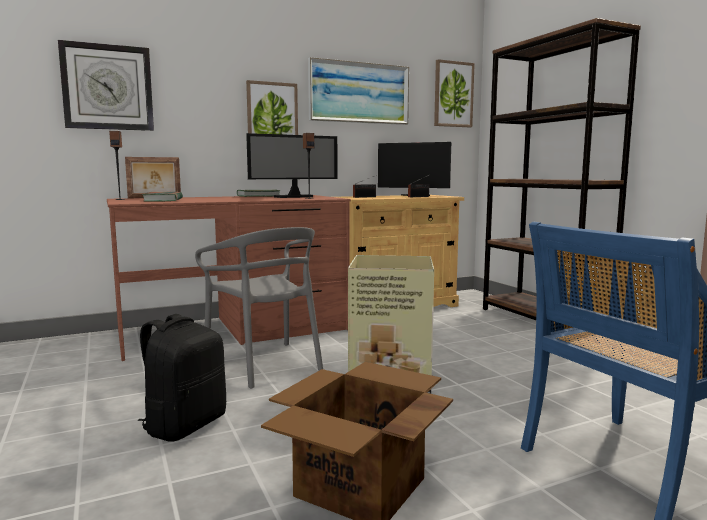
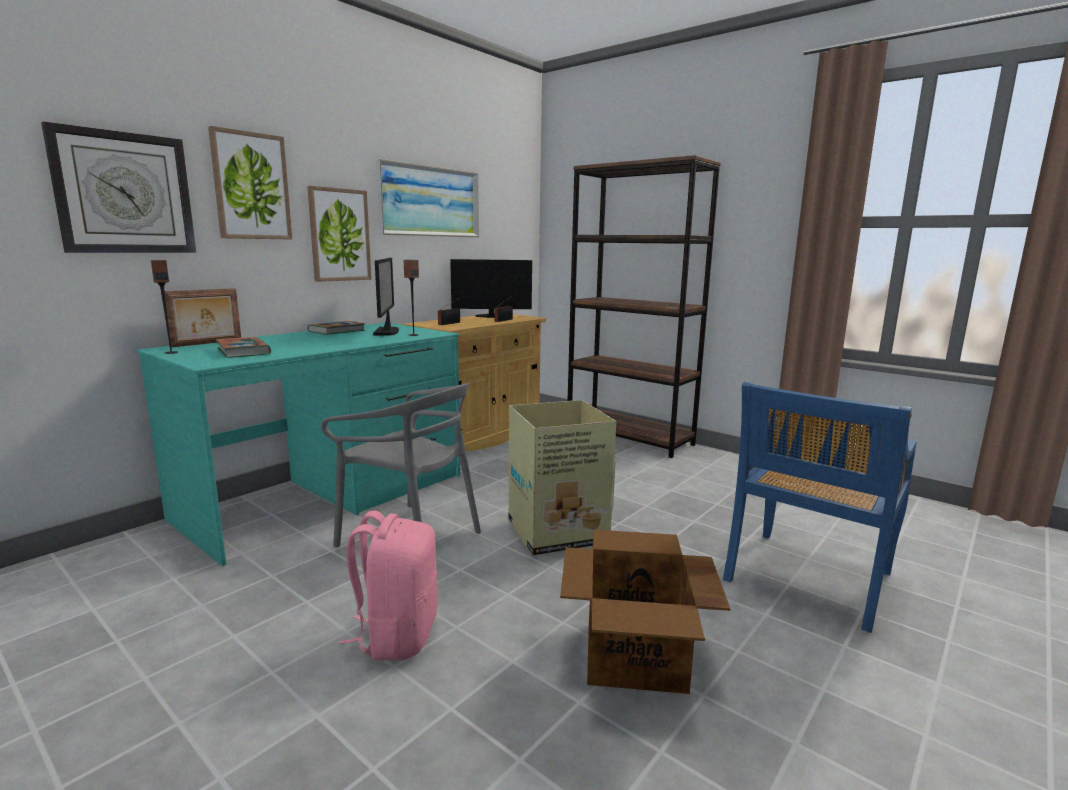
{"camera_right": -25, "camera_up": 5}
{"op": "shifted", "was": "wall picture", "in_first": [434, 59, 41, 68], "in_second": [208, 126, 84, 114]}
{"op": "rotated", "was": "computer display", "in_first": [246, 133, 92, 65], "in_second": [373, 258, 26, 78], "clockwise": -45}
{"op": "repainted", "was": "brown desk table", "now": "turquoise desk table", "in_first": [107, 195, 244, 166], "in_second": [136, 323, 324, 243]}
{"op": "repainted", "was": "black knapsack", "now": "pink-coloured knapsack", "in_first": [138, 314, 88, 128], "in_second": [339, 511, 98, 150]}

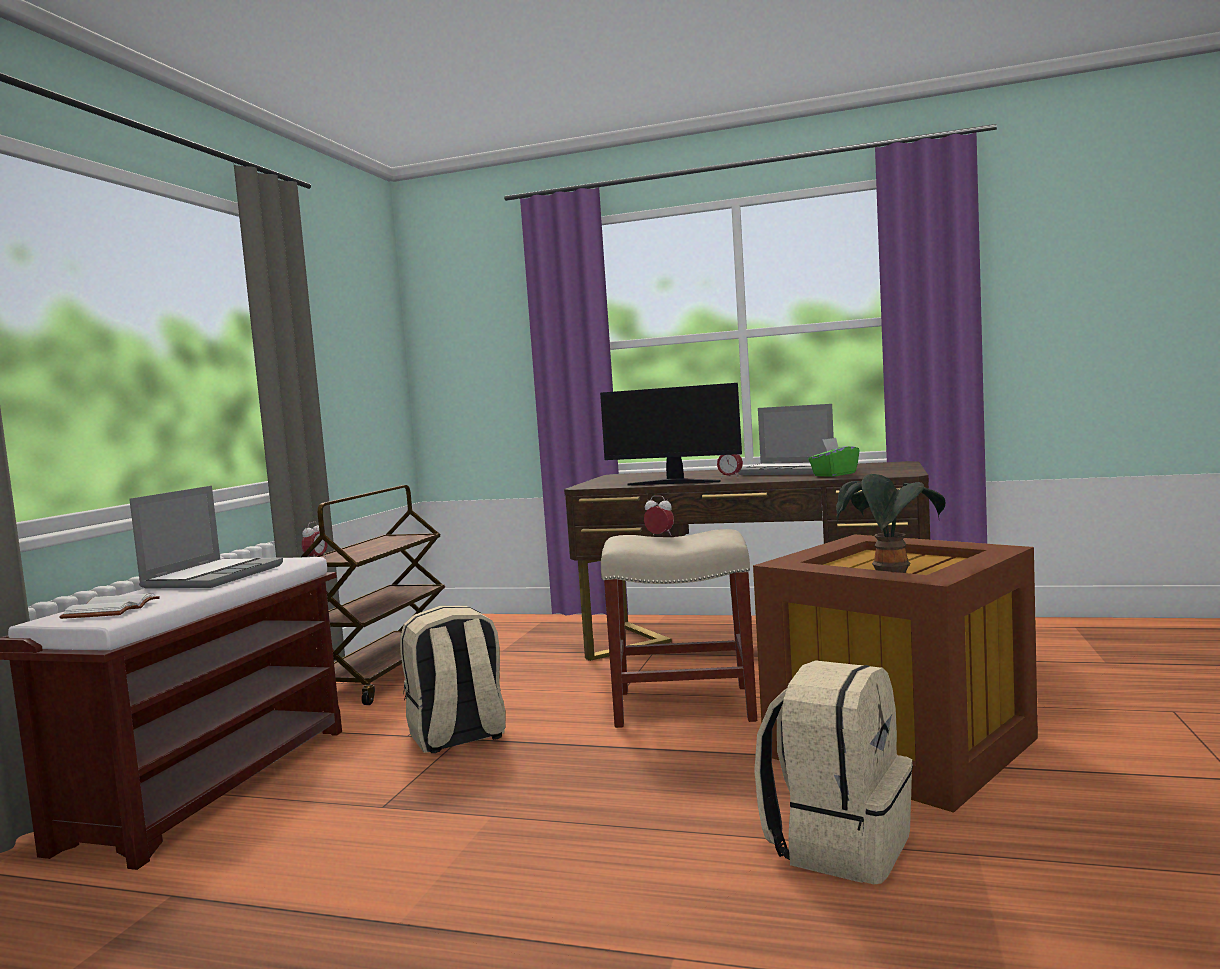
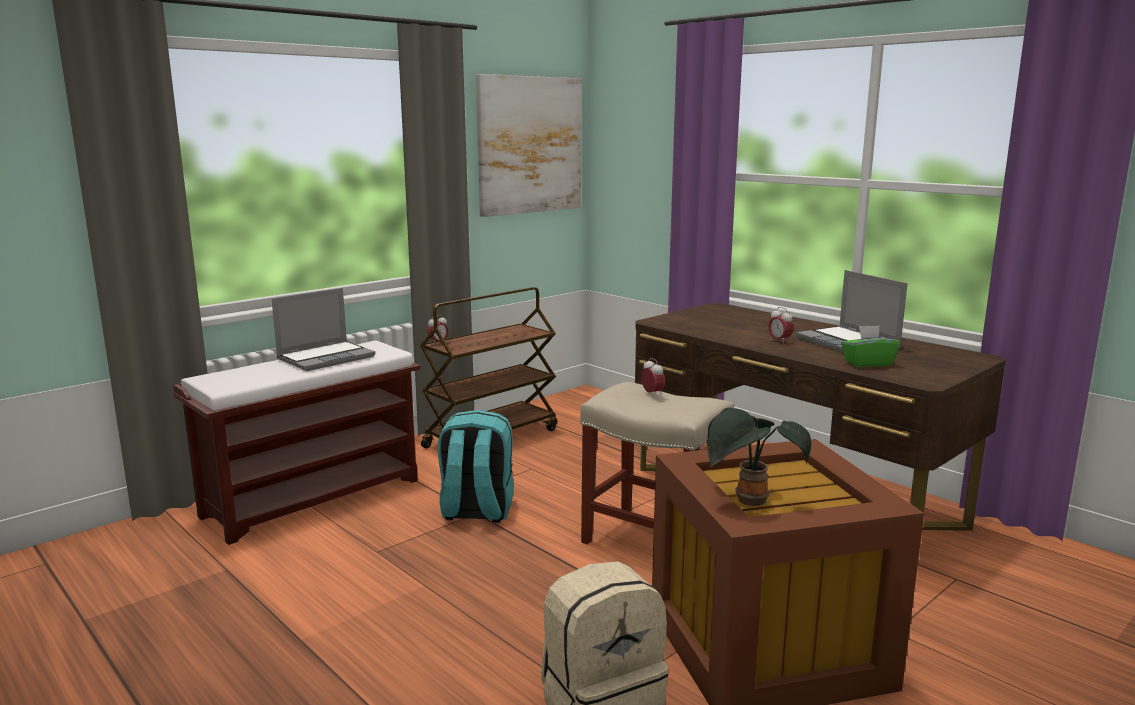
{"camera_right": 30, "camera_up": 10}
{"op": "gone", "was": "computer display", "in_first": [600, 383, 142, 102]}
{"op": "gone", "was": "white book", "in_first": [59, 593, 101, 26]}
{"op": "repainted", "was": "sand-coloured knapsack", "now": "turquoise knapsack", "in_first": [400, 606, 106, 147], "in_second": [438, 410, 76, 113]}
{"op": "new", "now": "wall picture", "in_second": [476, 74, 106, 143]}

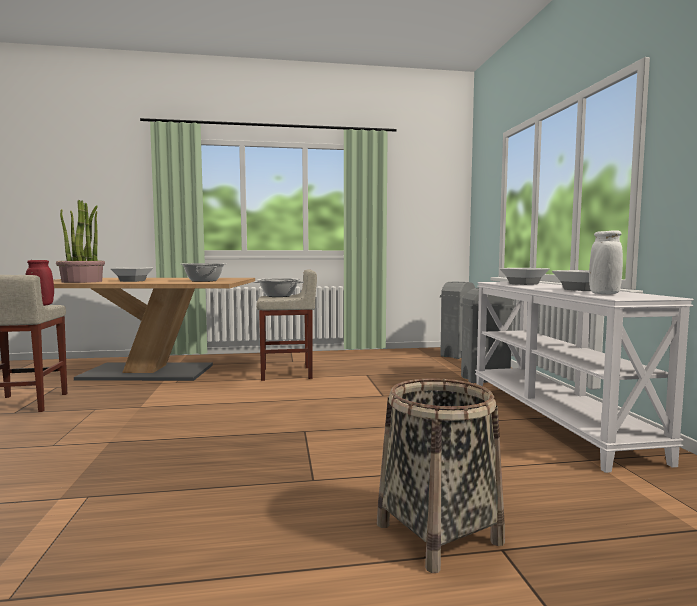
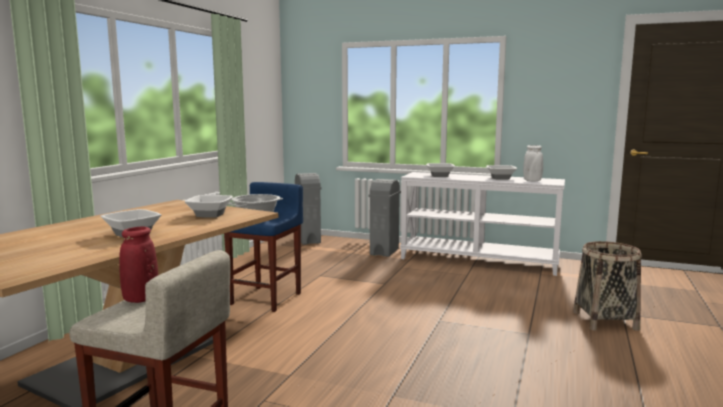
{"camera_right": -60, "camera_up": 5}
{"op": "gone", "was": "houseplant", "in_first": [56, 200, 49, 83]}
{"op": "swapped", "was": "stockpot", "now": "deep dish", "in_first": [182, 263, 44, 19], "in_second": [185, 195, 48, 23]}
{"op": "repainted", "was": "sand-coloured sitting stool", "now": "blue sitting stool", "in_first": [256, 269, 61, 112], "in_second": [224, 182, 79, 130]}

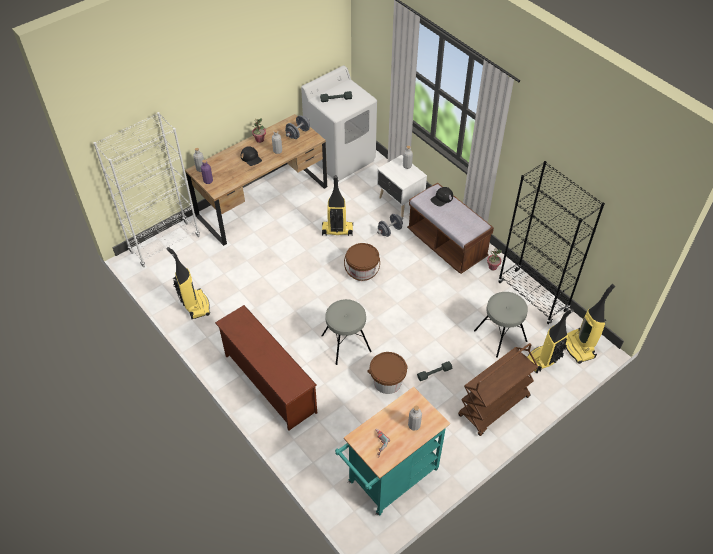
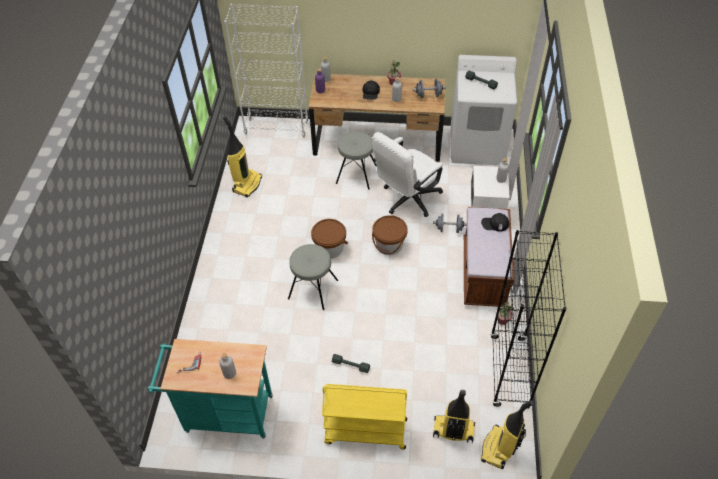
{"camera_right": 45, "camera_up": 0}
{"op": "swapped", "was": "hoover", "now": "white desk chair", "in_first": [322, 175, 31, 61], "in_second": [372, 132, 71, 85]}
{"op": "shifted", "was": "greyish sitting stool", "in_first": [474, 292, 54, 66], "in_second": [336, 131, 41, 58]}
{"op": "gone", "was": "brown shoe rack", "in_first": [215, 305, 102, 125]}
{"op": "repainted", "was": "brown trolley", "now": "yellow-coloured trolley", "in_first": [458, 343, 80, 93], "in_second": [322, 384, 85, 65]}
{"op": "shifted", "was": "brown pail", "in_first": [367, 352, 41, 42], "in_second": [311, 219, 37, 39]}

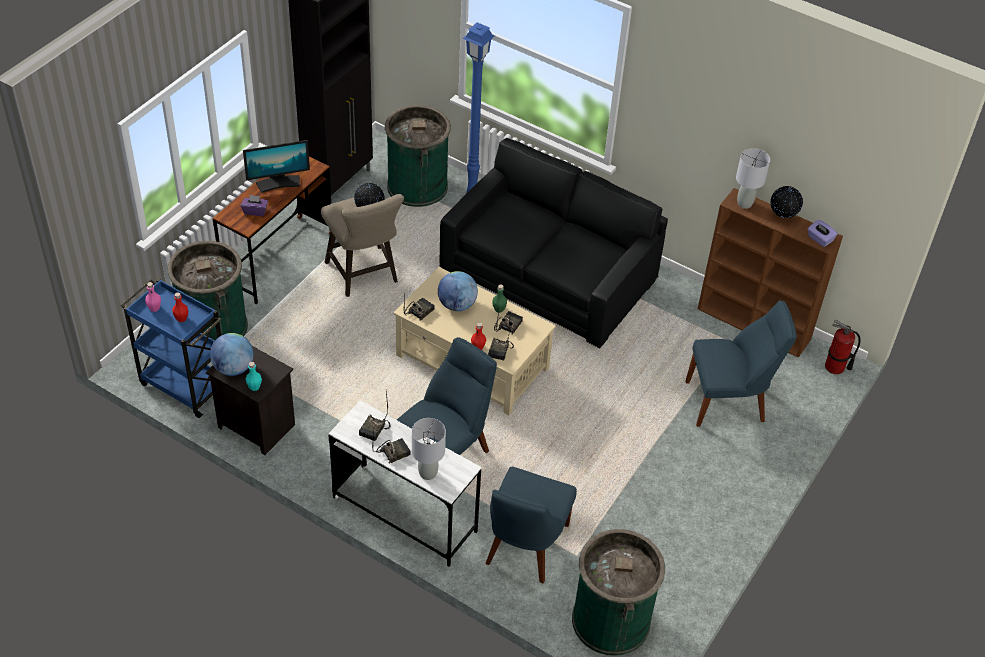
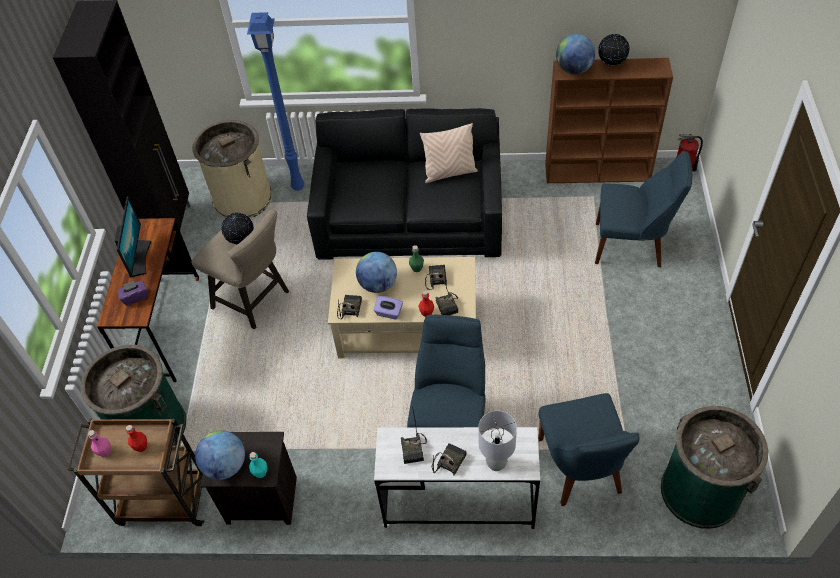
{"camera_right": -25, "camera_up": 5}
{"op": "repainted", "was": "green waste bin", "now": "sand-coloured waste bin", "in_first": [385, 105, 66, 102], "in_second": [192, 120, 80, 98]}
{"op": "rotated", "was": "computer display", "in_first": [243, 140, 67, 53], "in_second": [115, 196, 36, 81], "clockwise": -45}
{"op": "swapped", "was": "greyish tabletop lamp", "now": "world globe", "in_first": [736, 148, 34, 61], "in_second": [556, 34, 39, 40]}
{"op": "shifted", "was": "purplish tissue holder", "in_first": [807, 220, 31, 27], "in_second": [374, 296, 29, 24]}
{"op": "repainted", "was": "blue trolley", "now": "brown trolley", "in_first": [121, 279, 101, 139], "in_second": [67, 419, 137, 107]}
{"op": "rotated", "was": "blue chair", "in_first": [686, 300, 111, 127], "in_second": [595, 151, 97, 116], "clockwise": 45}
{"op": "new", "now": "sand-coloured cushion", "in_second": [420, 123, 58, 60]}

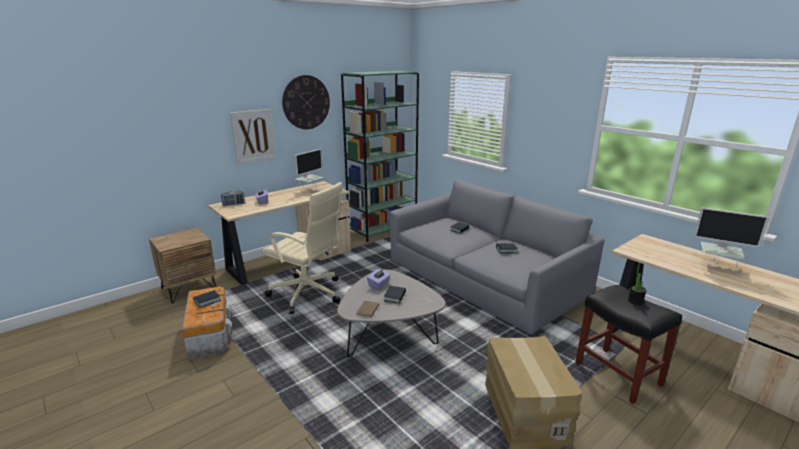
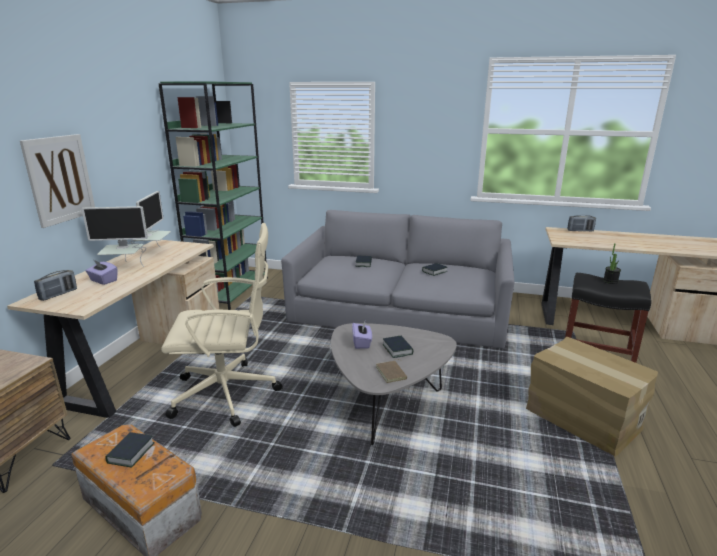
{"camera_right": -35, "camera_up": 0}
{"op": "gone", "was": "clock on the wall", "in_first": [282, 75, 48, 54]}
{"op": "shifted", "was": "computer display", "in_first": [694, 207, 75, 64], "in_second": [82, 206, 66, 61]}
{"op": "new", "now": "radio receiver", "in_second": [567, 215, 29, 17]}

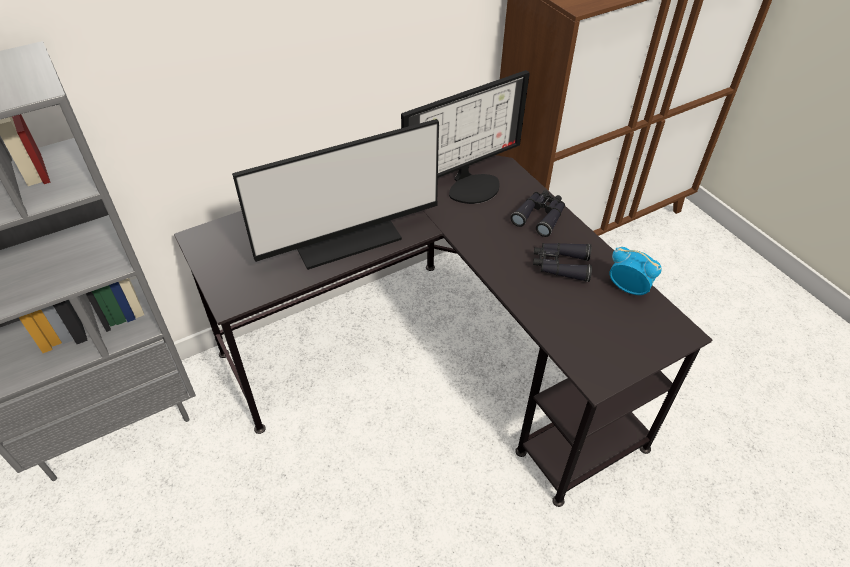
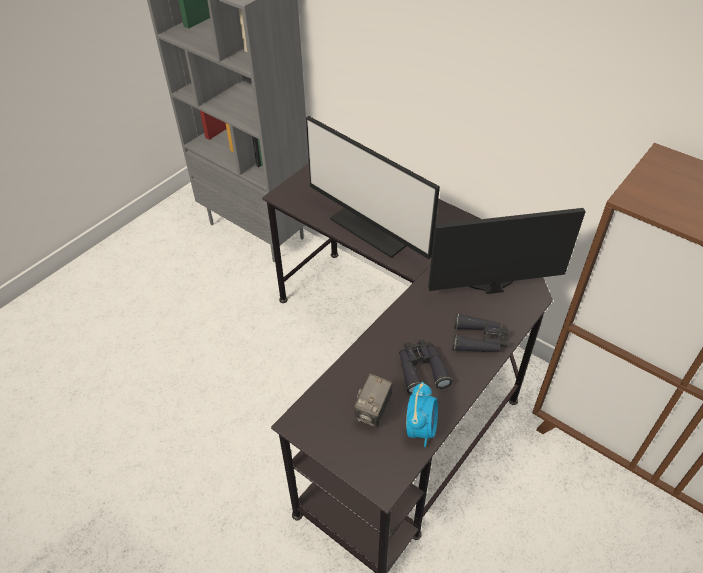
{"camera_right": 70, "camera_up": 0}
{"op": "rotated", "was": "computer display", "in_first": [401, 70, 129, 134], "in_second": [428, 208, 158, 86], "clockwise": 135}
{"op": "new", "now": "photo camera", "in_second": [355, 374, 37, 53]}

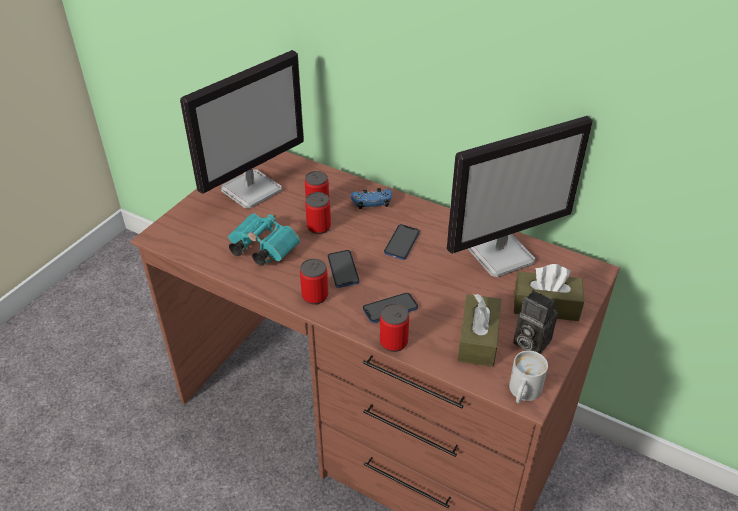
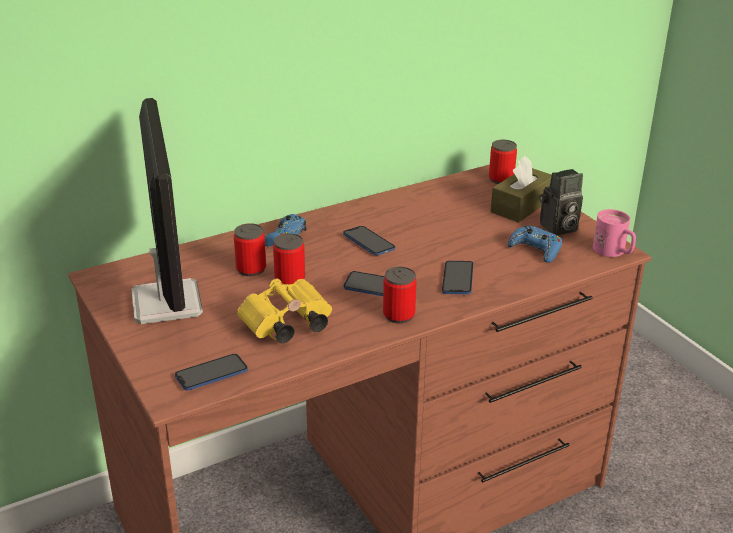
{"camera_right": -60, "camera_up": -10}
{"op": "gone", "was": "computer display", "in_first": [447, 116, 146, 161]}
{"op": "repainted", "was": "turquoise pair of binoculars", "now": "yellow-coloured pair of binoculars", "in_first": [228, 213, 72, 53], "in_second": [237, 279, 95, 64]}
{"op": "swapped", "was": "brown tissue holder", "now": "blue gamepad", "in_first": [457, 294, 45, 73], "in_second": [508, 226, 54, 37]}
{"op": "shifted", "was": "metal can", "in_first": [380, 303, 29, 49], "in_second": [489, 140, 28, 44]}
{"op": "repainted", "was": "white coffee mug", "now": "pink-coloured coffee mug", "in_first": [509, 350, 39, 53], "in_second": [593, 209, 43, 48]}
{"op": "new", "now": "telephone", "in_second": [175, 354, 73, 36]}

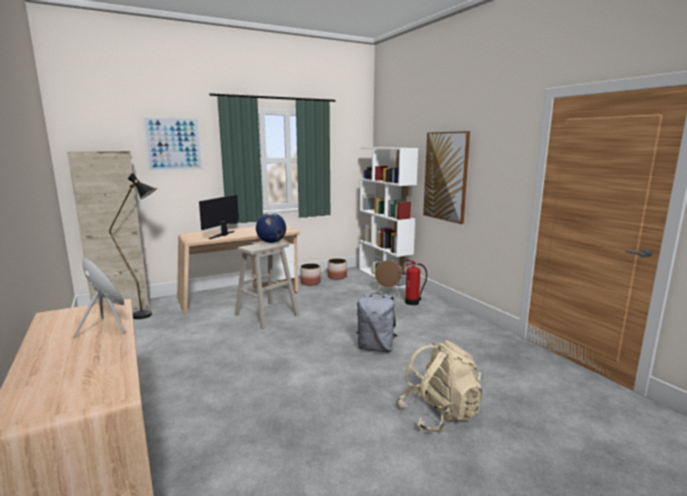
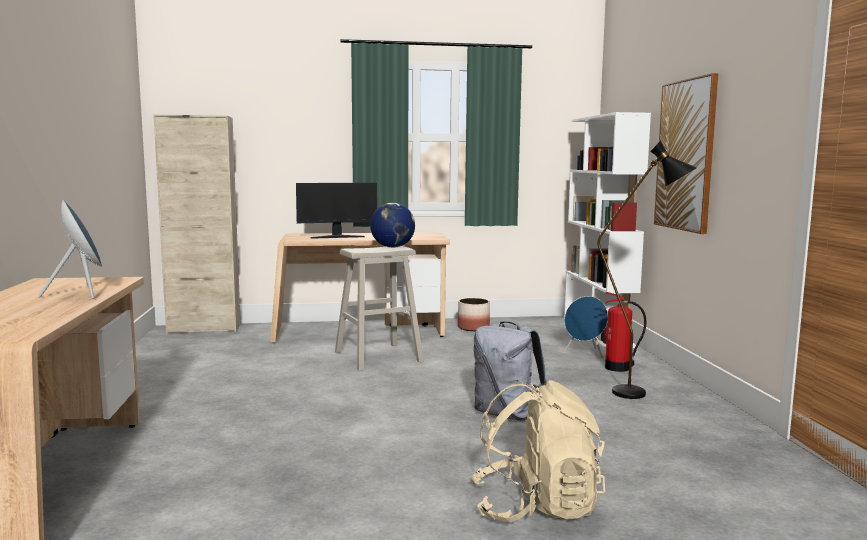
{"camera_right": 20, "camera_up": -5}
{"op": "gone", "was": "wall picture", "in_first": [142, 116, 61, 55]}
{"op": "shifted", "was": "black standing lamp", "in_first": [109, 173, 48, 146], "in_second": [597, 140, 100, 259]}
{"op": "rotated", "was": "computer display", "in_first": [199, 195, 40, 44], "in_second": [296, 183, 81, 56], "clockwise": -150}
{"op": "gone", "was": "plant pot", "in_first": [328, 258, 19, 22]}
{"op": "repainted", "was": "brown loudspeaker", "now": "blue loudspeaker", "in_first": [375, 260, 27, 37], "in_second": [565, 296, 43, 62]}

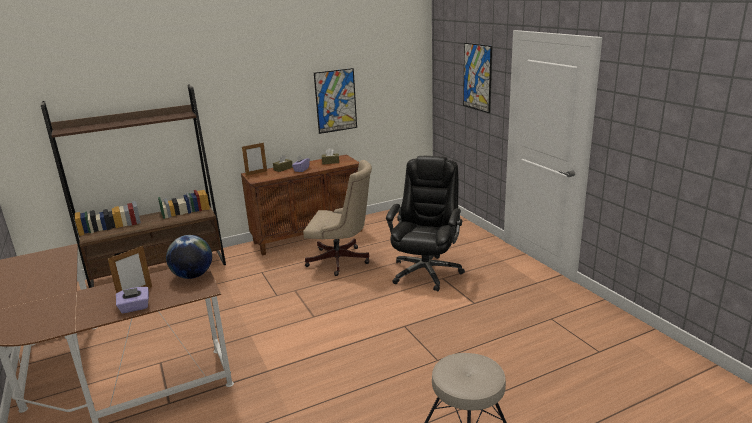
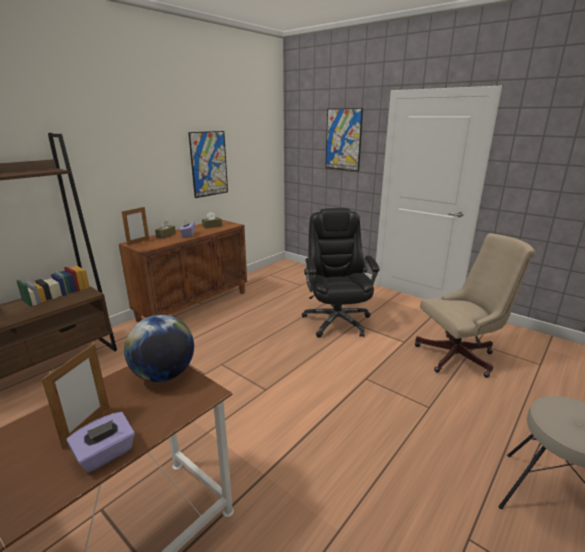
{"camera_right": -25, "camera_up": 0}
{"op": "shifted", "was": "sand-coloured desk chair", "in_first": [303, 160, 69, 116], "in_second": [415, 233, 120, 145]}

